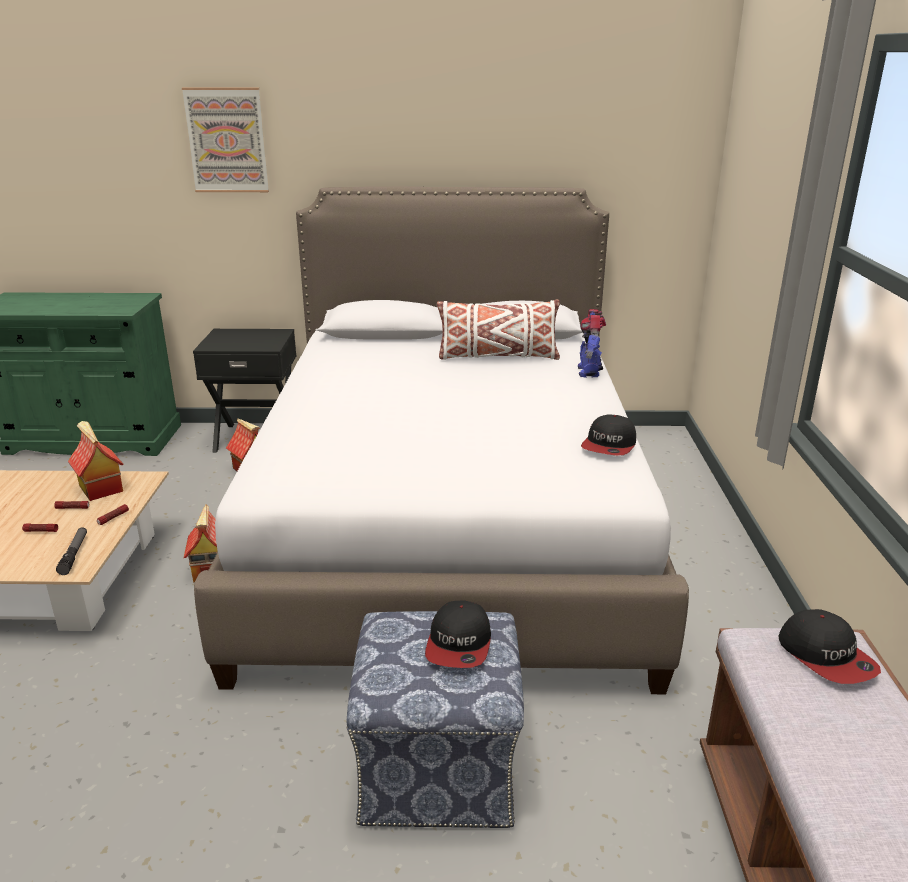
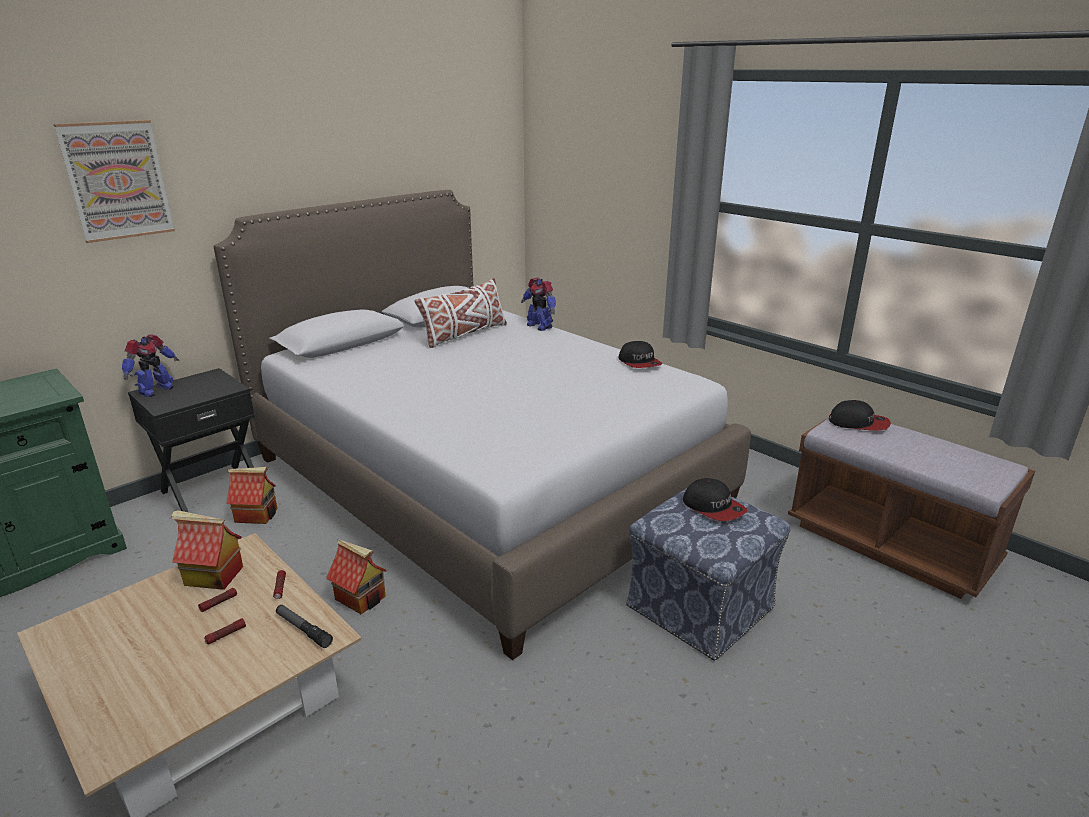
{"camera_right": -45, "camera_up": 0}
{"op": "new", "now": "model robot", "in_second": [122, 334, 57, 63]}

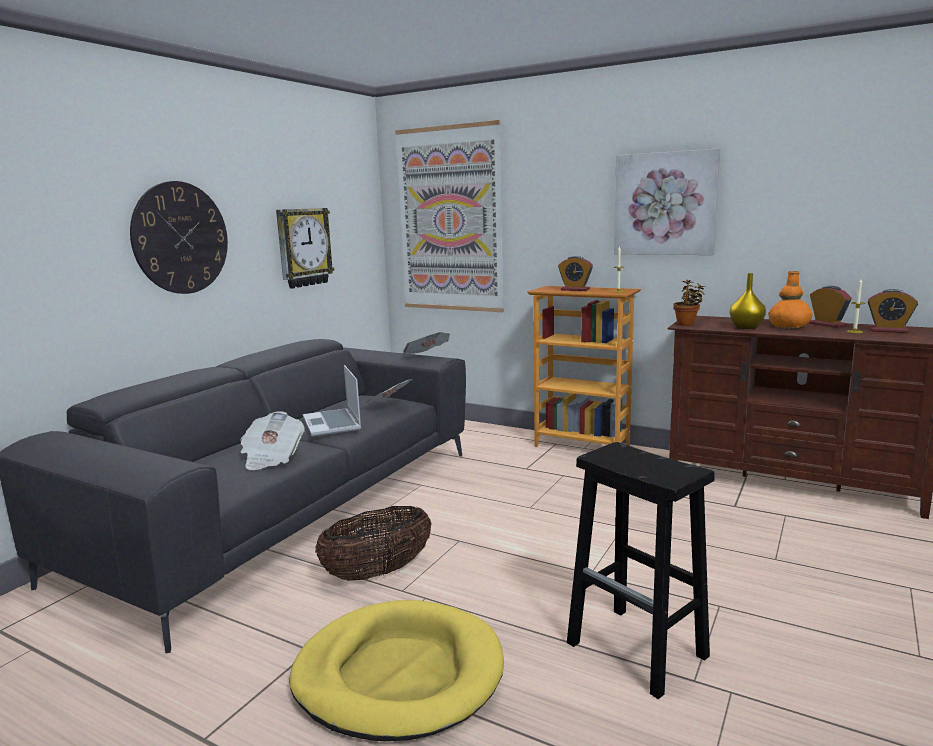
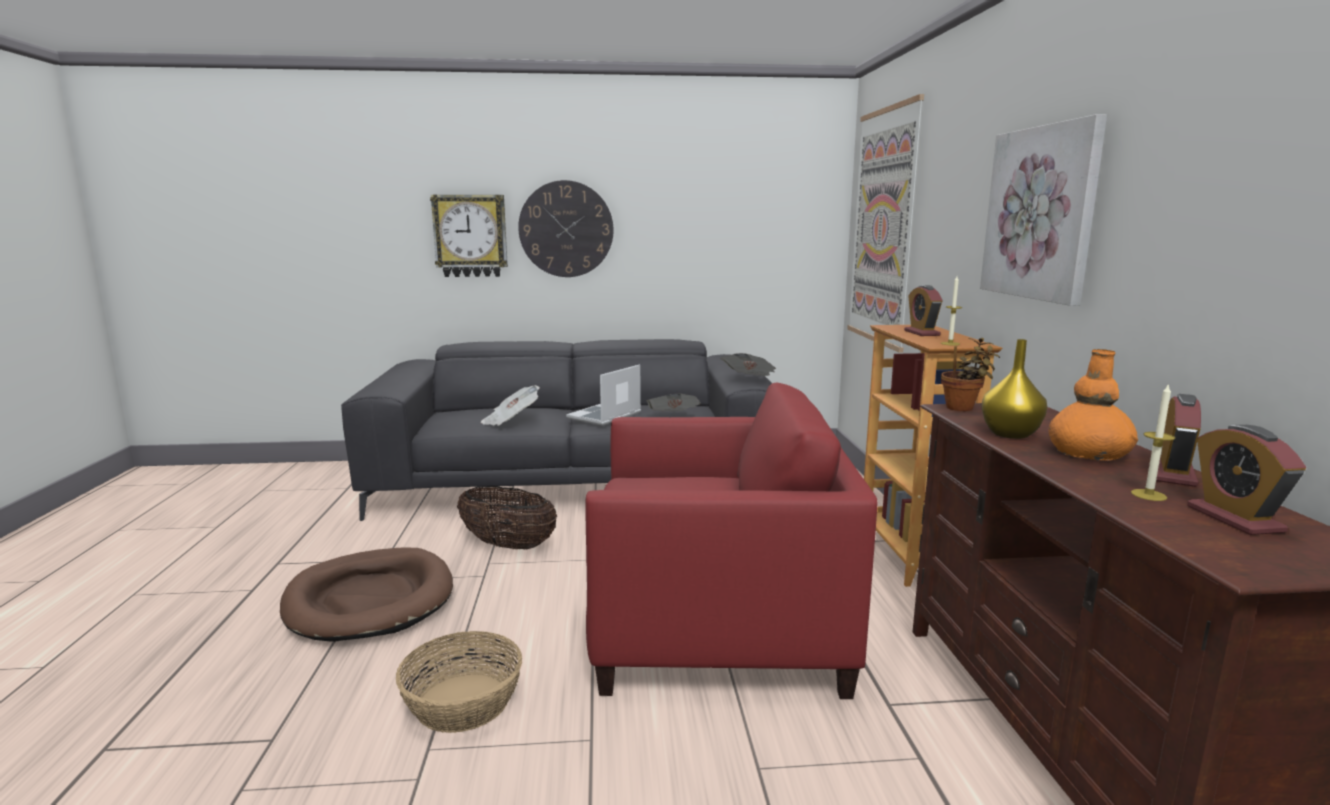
{"camera_right": 55, "camera_up": 0}
{"op": "shifted", "was": "clock on the wall", "in_first": [276, 208, 58, 81], "in_second": [430, 194, 78, 83]}
{"op": "swapped", "was": "black sitting stool", "now": "basket", "in_first": [567, 442, 148, 257], "in_second": [396, 631, 126, 102]}
{"op": "repainted", "was": "yellow-coloured dog bed", "now": "brown dog bed", "in_first": [289, 600, 215, 141], "in_second": [280, 548, 173, 94]}
{"op": "new", "now": "red-coloured armchair", "in_second": [585, 383, 292, 316]}

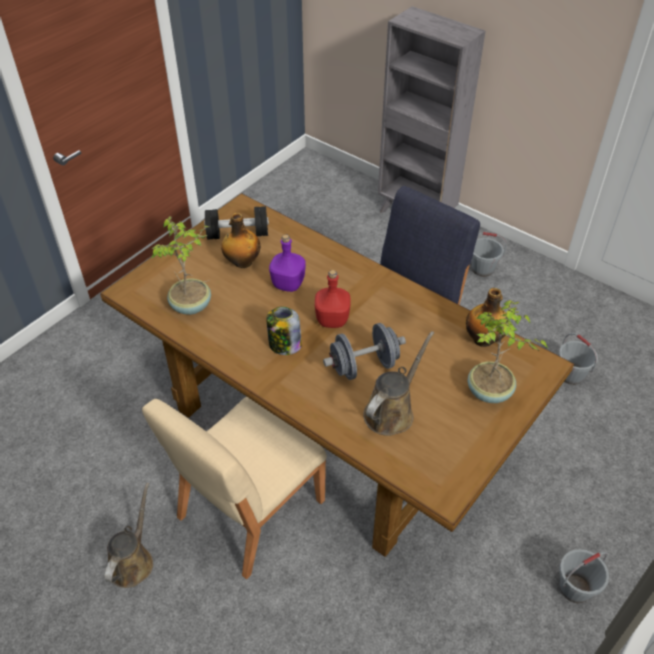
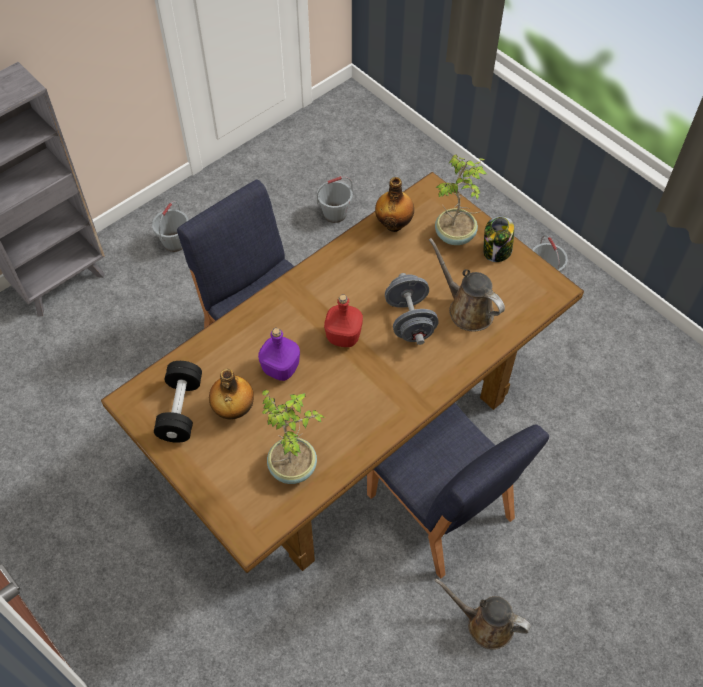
{"camera_right": -80, "camera_up": 10}
{"op": "shifted", "was": "jar", "in_first": [266, 307, 36, 48], "in_second": [483, 216, 31, 46]}
{"op": "repainted", "was": "sand-coloured chair", "now": "blue chair", "in_first": [142, 397, 185, 182], "in_second": [367, 403, 182, 176]}

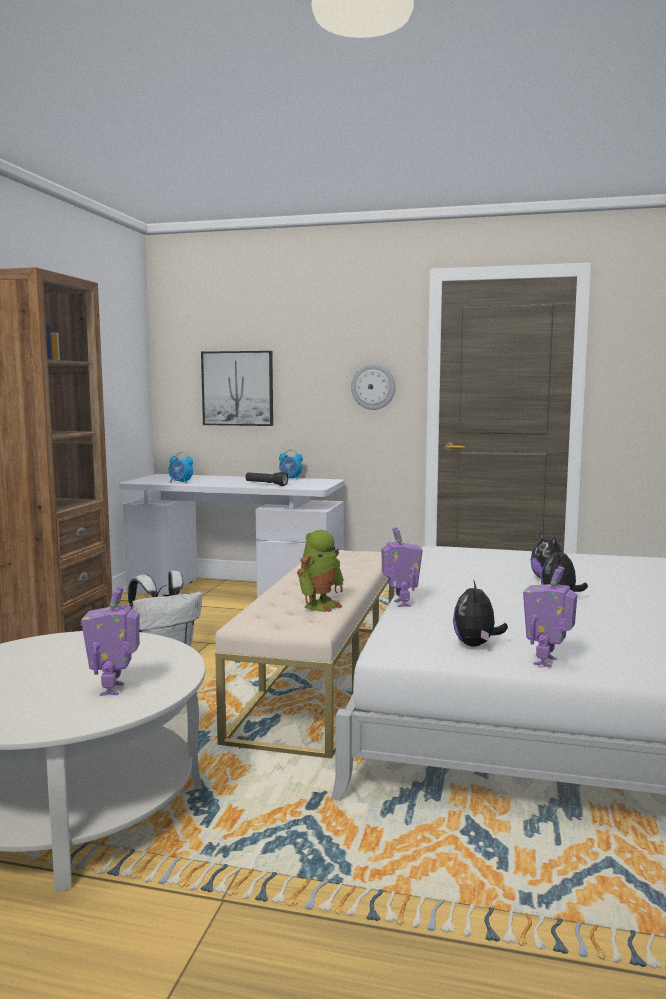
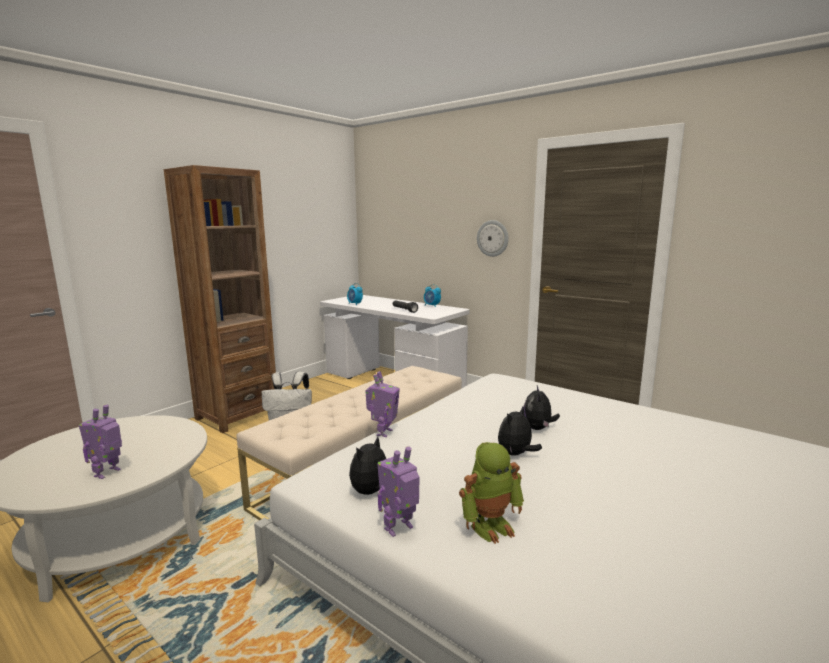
{"camera_right": 25, "camera_up": 5}
{"op": "gone", "was": "wall picture", "in_first": [201, 351, 72, 75]}
{"op": "shifted", "was": "model robot", "in_first": [297, 530, 47, 82], "in_second": [459, 442, 65, 102]}

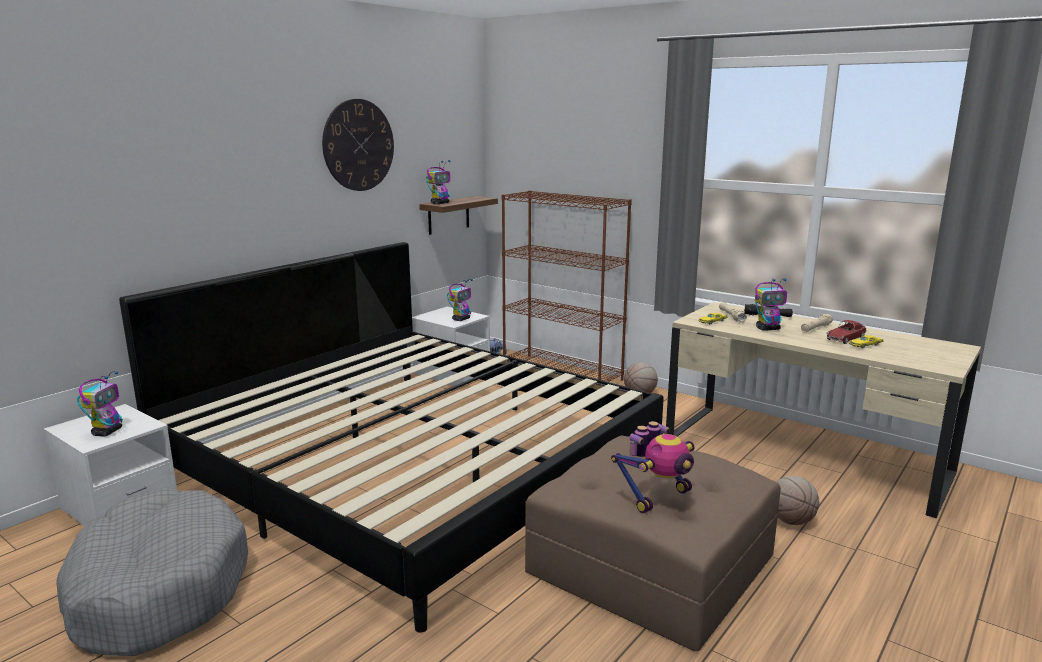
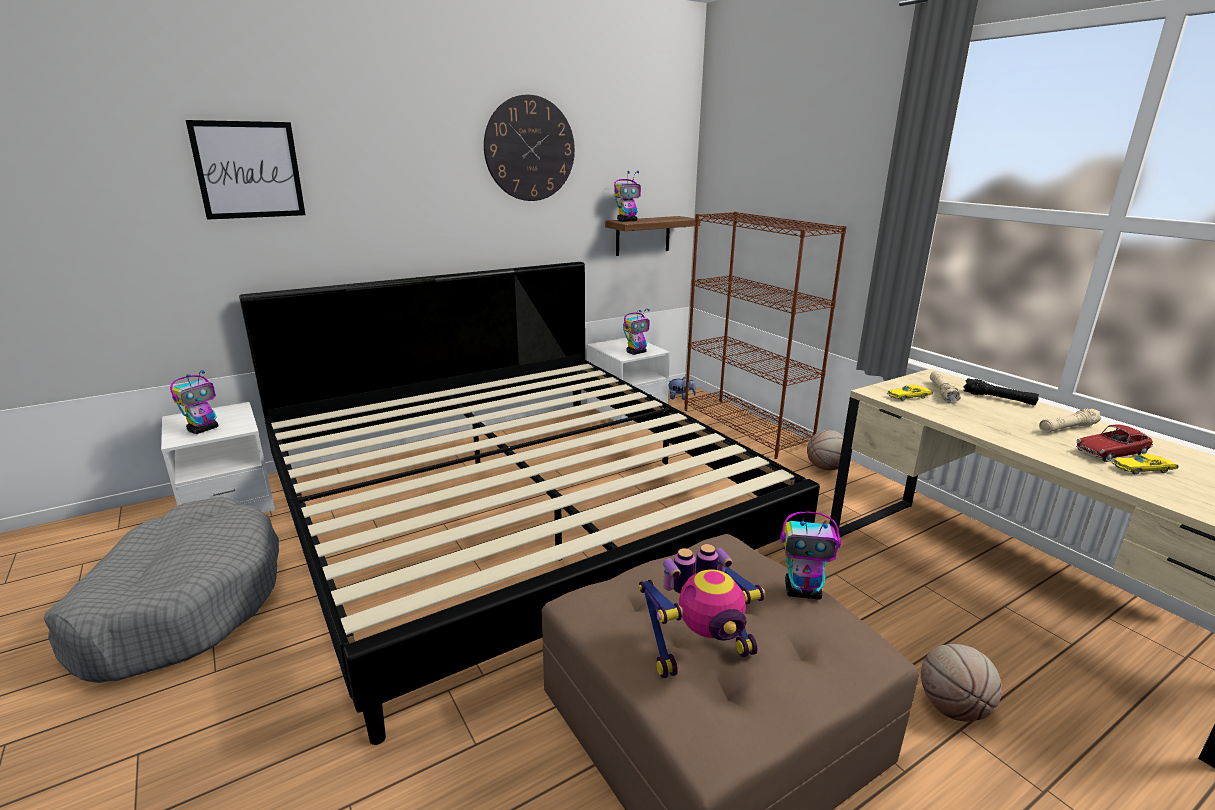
{"camera_right": 20, "camera_up": 5}
{"op": "shifted", "was": "model robot", "in_first": [755, 278, 32, 53], "in_second": [780, 512, 61, 87]}
{"op": "new", "now": "wall picture", "in_second": [186, 120, 119, 100]}

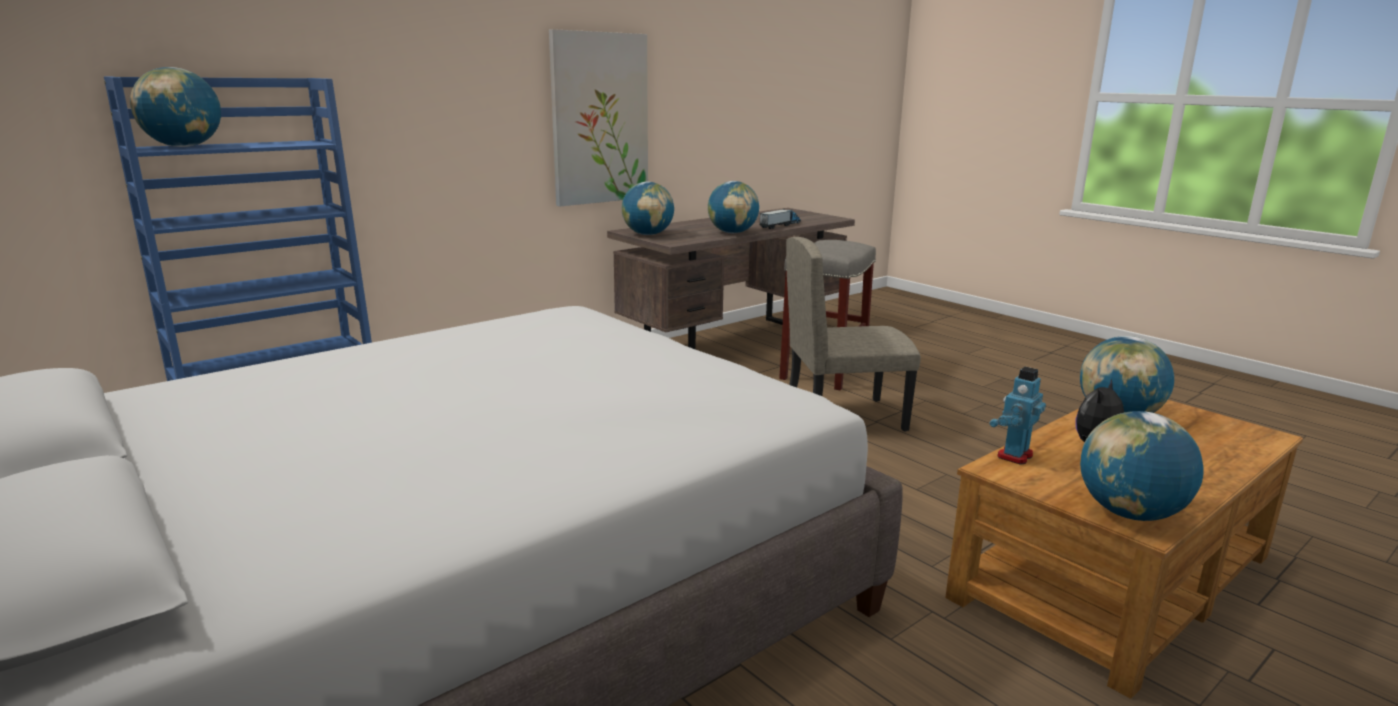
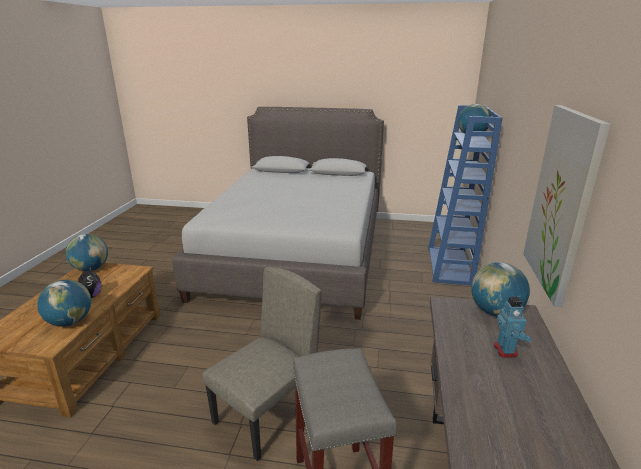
{"camera_right": 140, "camera_up": 5}
{"op": "gone", "was": "world globe", "in_first": [708, 181, 51, 52]}
{"op": "gone", "was": "model truck", "in_first": [760, 209, 41, 20]}
{"op": "shifted", "was": "model robot", "in_first": [990, 367, 56, 98], "in_second": [494, 297, 38, 61]}

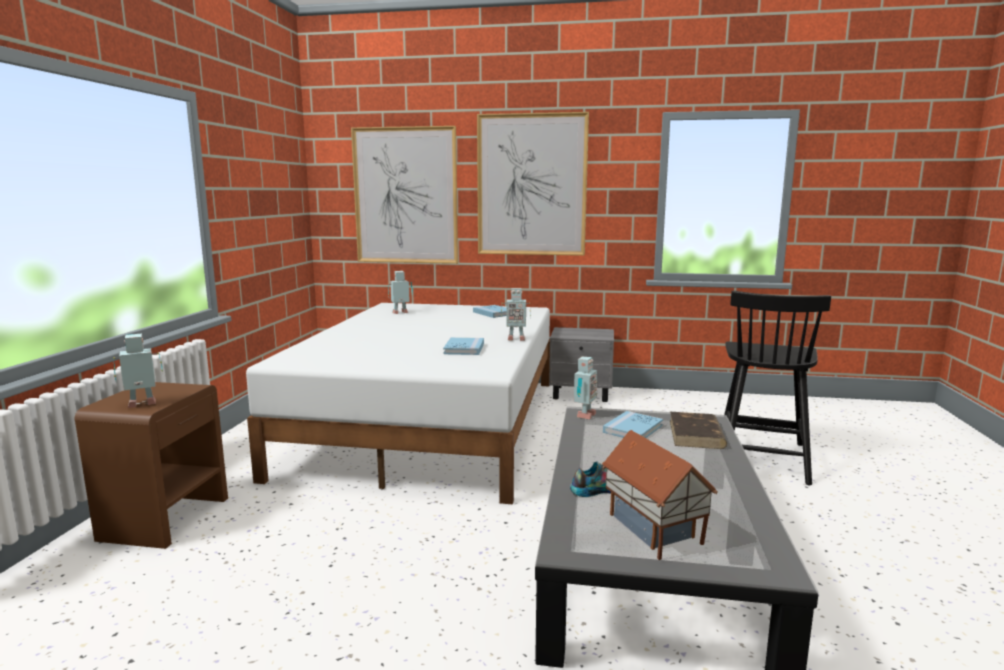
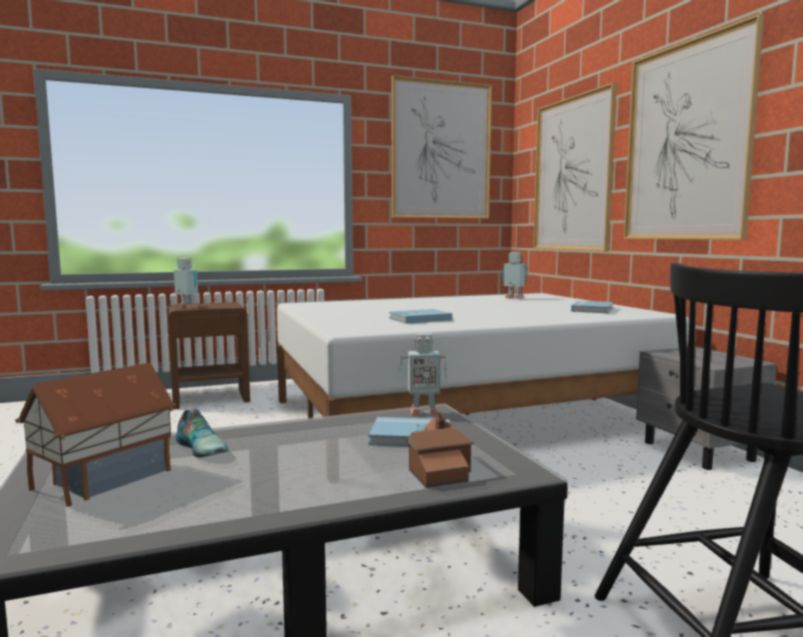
{"camera_right": 60, "camera_up": -5}
{"op": "gone", "was": "model robot", "in_first": [501, 288, 30, 53]}
{"op": "swapped", "was": "brown book", "now": "miniature house", "in_first": [670, 412, 57, 37], "in_second": [407, 413, 67, 75]}
{"op": "new", "now": "wall picture", "in_second": [391, 75, 101, 144]}

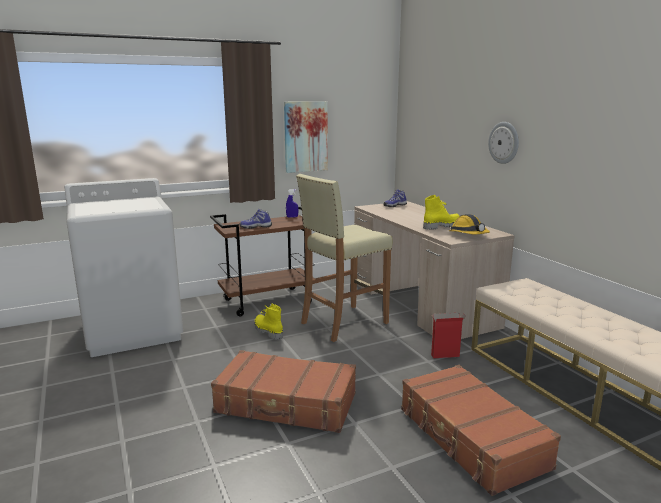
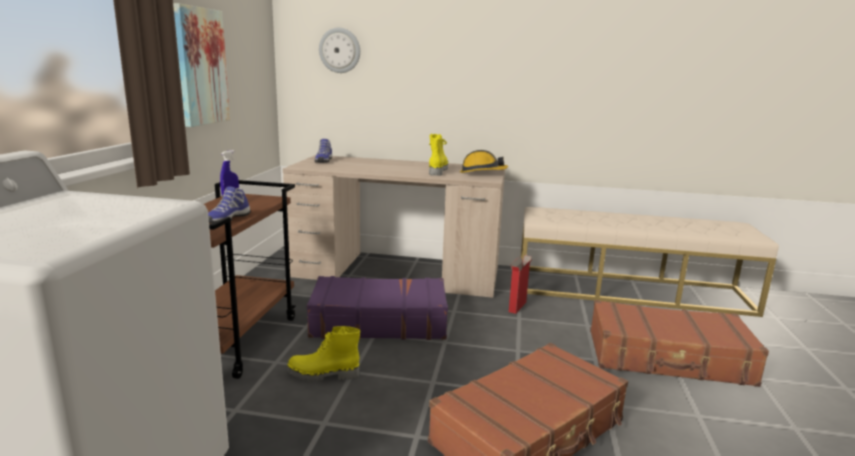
{"camera_right": -55, "camera_up": 0}
{"op": "shifted", "was": "clock on the wall", "in_first": [488, 122, 31, 42], "in_second": [319, 28, 41, 45]}
{"op": "swapped", "was": "sand-coloured sitting stool", "now": "purplish piece of luggage", "in_first": [296, 174, 97, 168], "in_second": [307, 276, 141, 64]}

